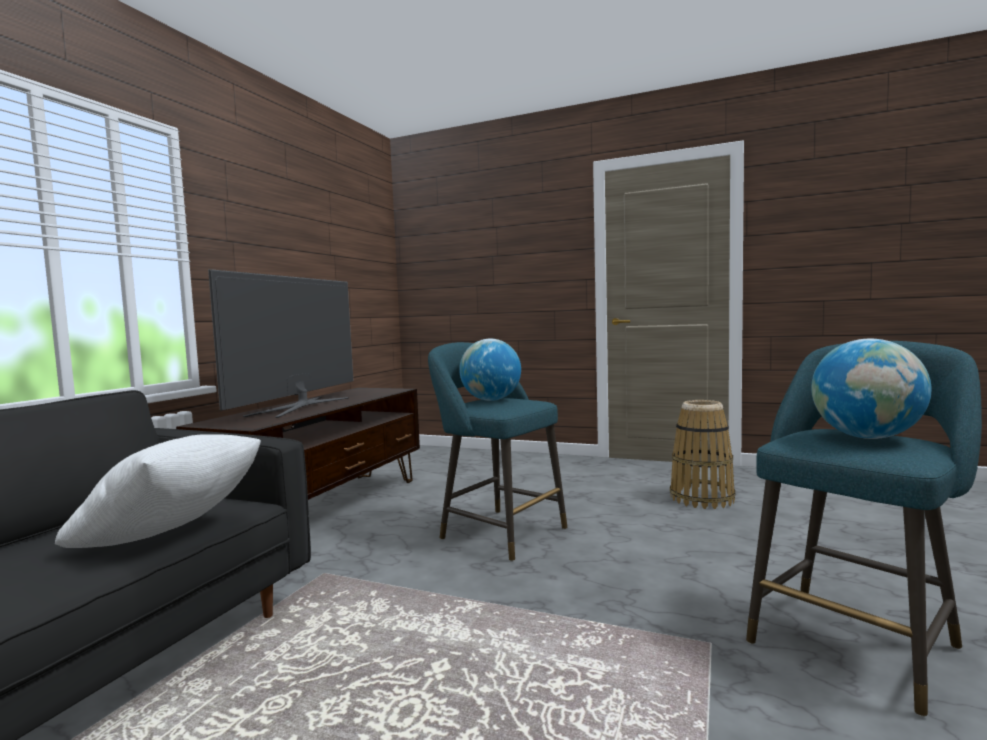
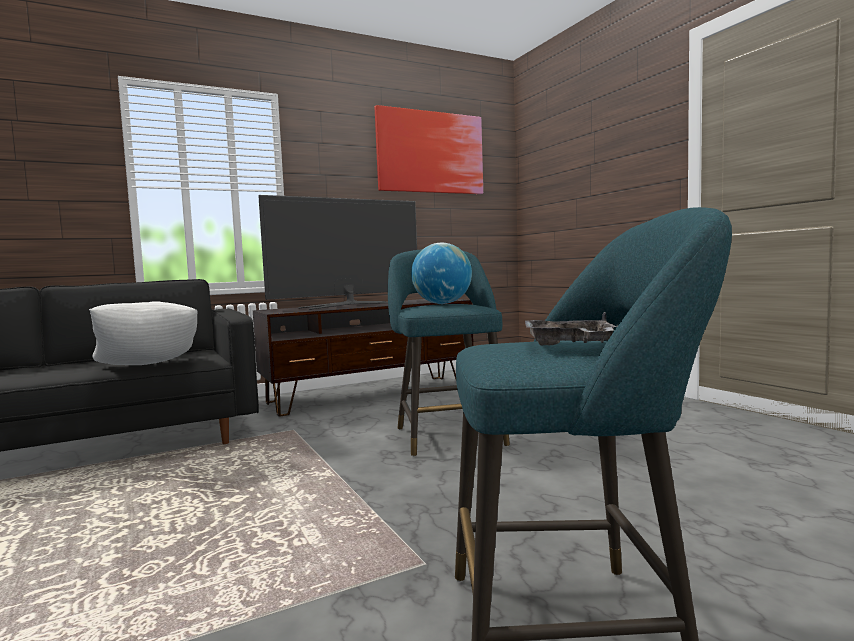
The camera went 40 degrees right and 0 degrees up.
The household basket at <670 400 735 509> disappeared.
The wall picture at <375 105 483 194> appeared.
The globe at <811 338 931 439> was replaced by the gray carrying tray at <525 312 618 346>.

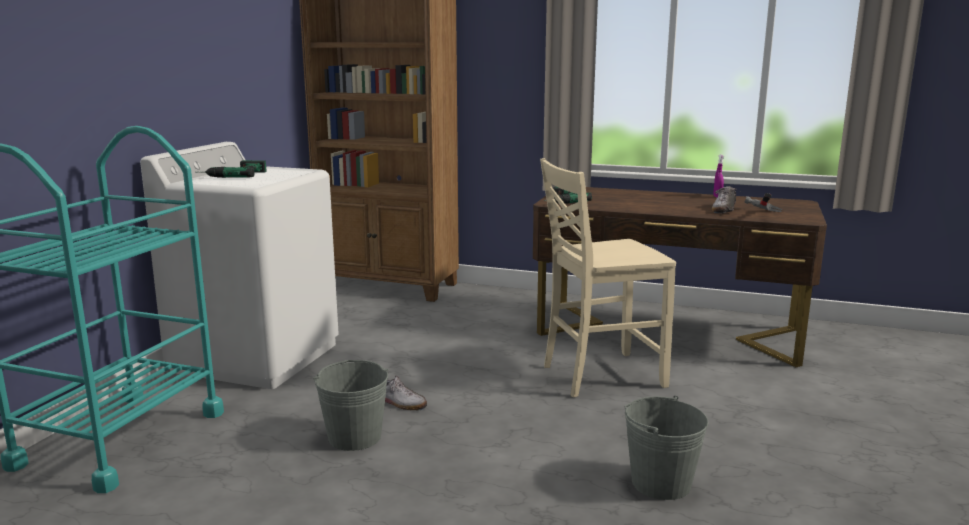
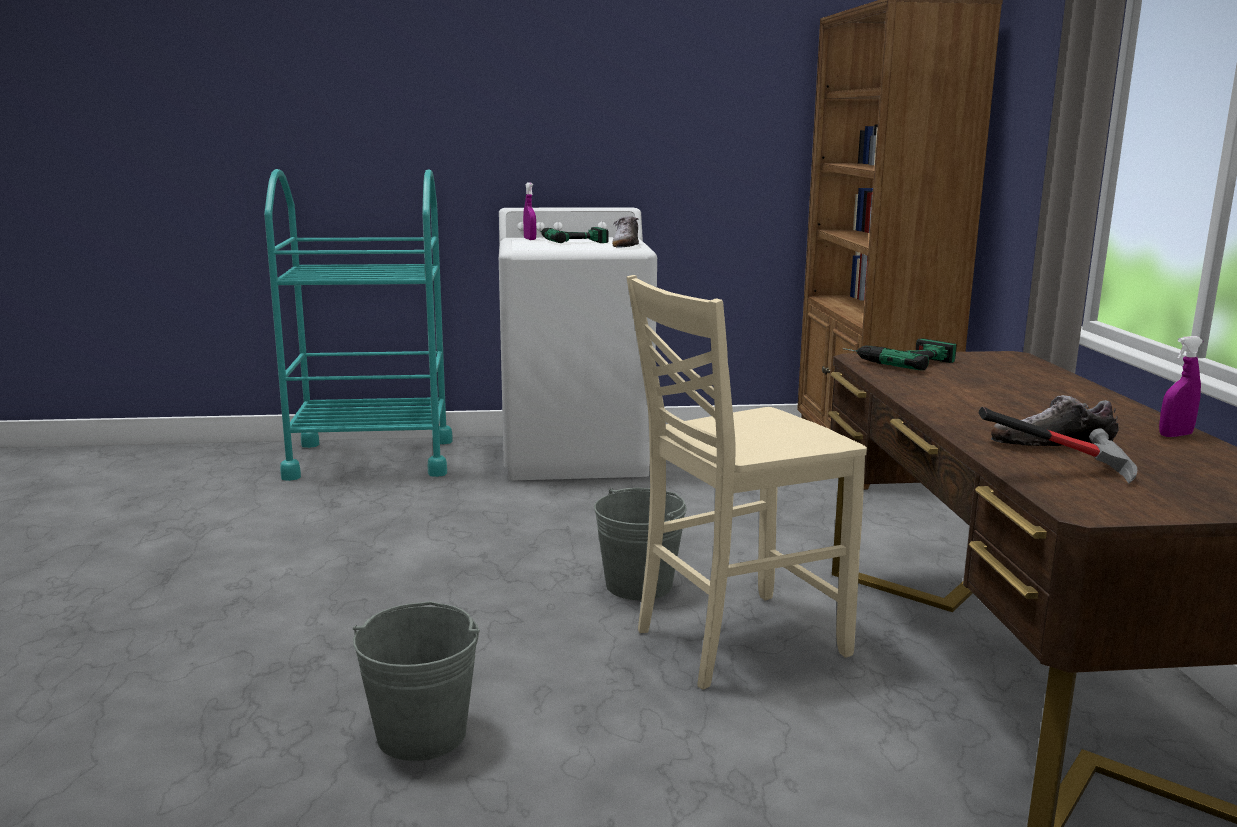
The camera went 65 degrees right and 0 degrees up.
The purple sprayer at <523 182 536 240> appeared.
The gray water bucket moved from <313 360 389 451> to <594 488 687 600>.
The shoe moved from <385 376 427 410> to <612 216 643 248>.
The sand-coloured chair at <540 158 676 398> turned 75 degrees counterclockwise.

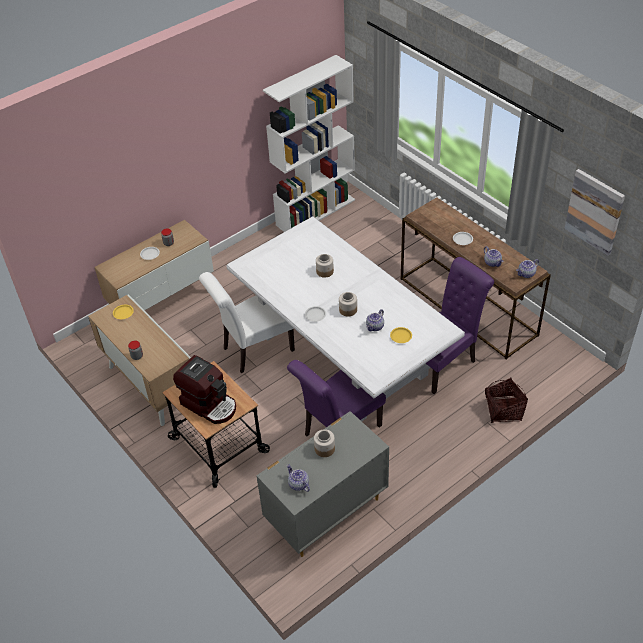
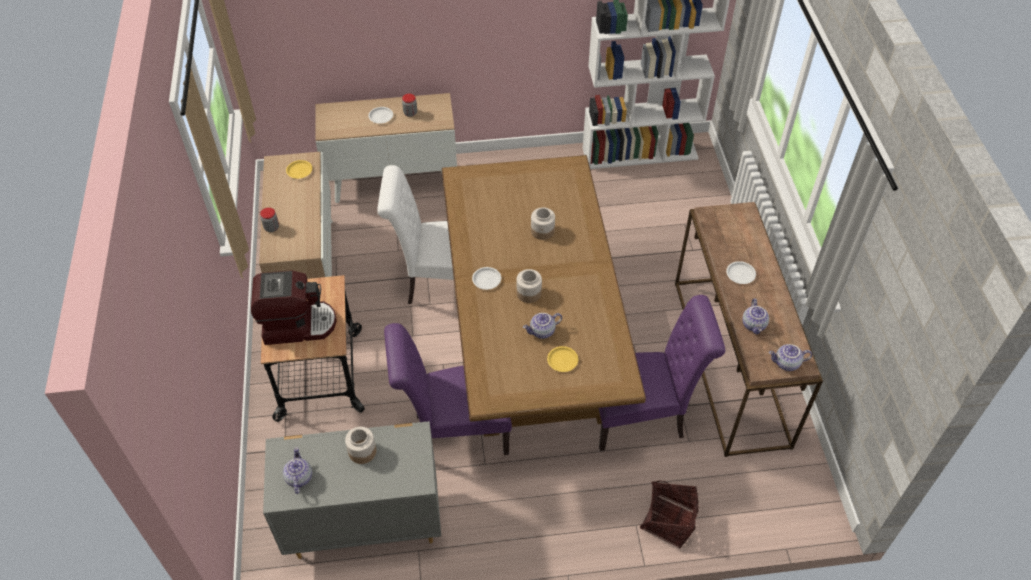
The camera went 30 degrees right and 5 degrees up.
The wall picture at <564 169 625 256> disappeared.
The whitish dining table at <226 216 465 421> became the brown dining table at <442 155 646 437>.
The coffee brewer at <173 355 236 424> turned 75 degrees counterclockwise.

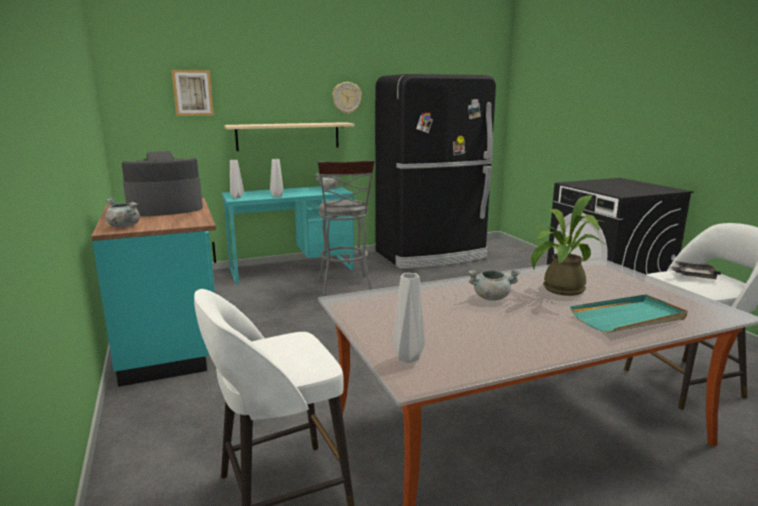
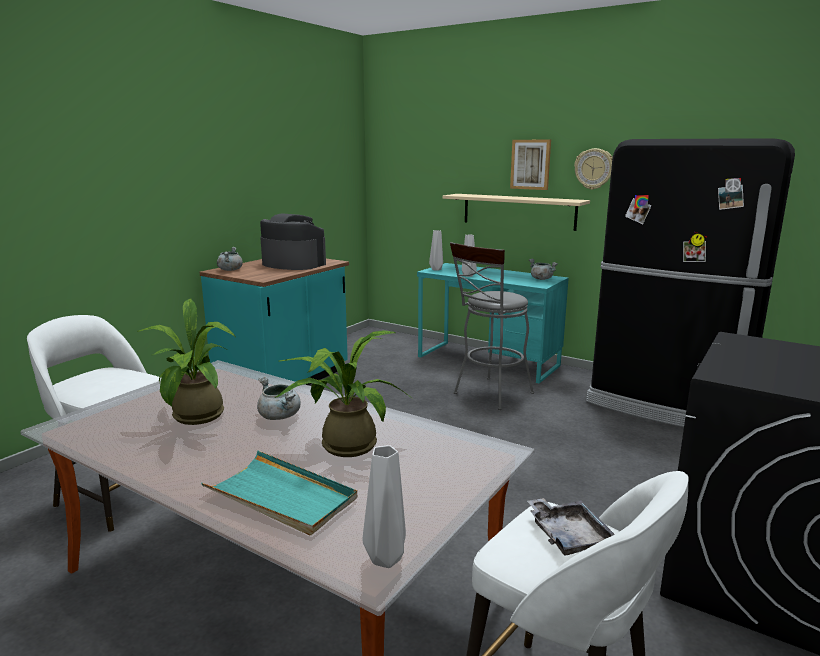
The camera went 55 degrees right and 0 degrees up.
The houseplant at <137 298 235 425> appeared.
The wall picture moved from <172 70 214 116> to <510 140 551 190>.
The gray decorative vase moved from <393 273 425 363> to <362 445 406 568>.

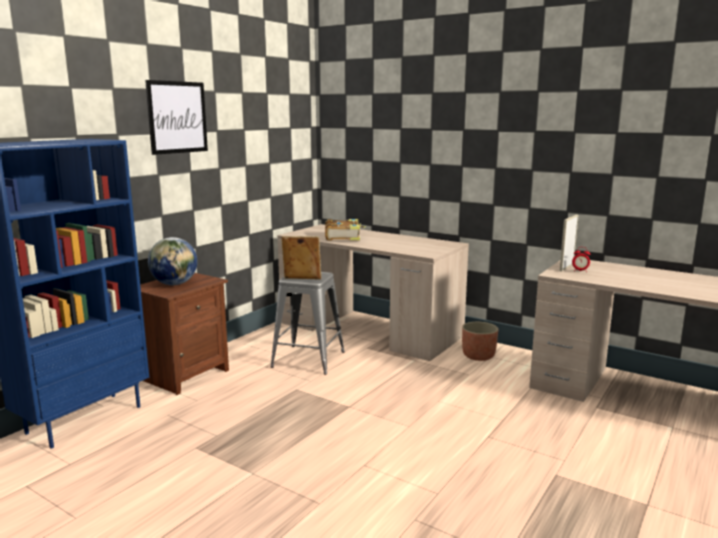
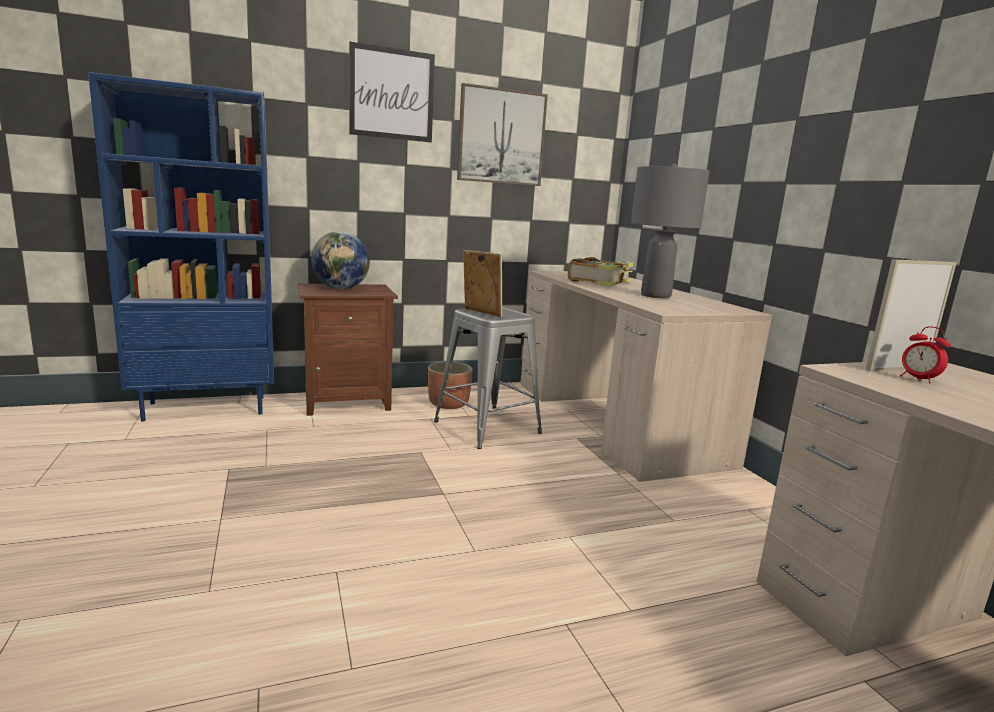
The camera went 35 degrees right and 0 degrees up.
The wall picture at <457 83 548 186> appeared.
The gray table lamp at <631 163 710 298> appeared.
The planter moved from <462 322 498 361> to <428 362 473 409>.

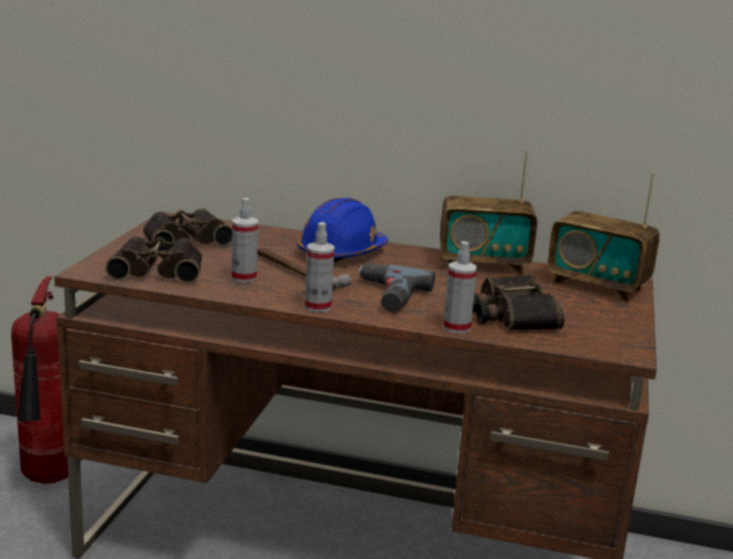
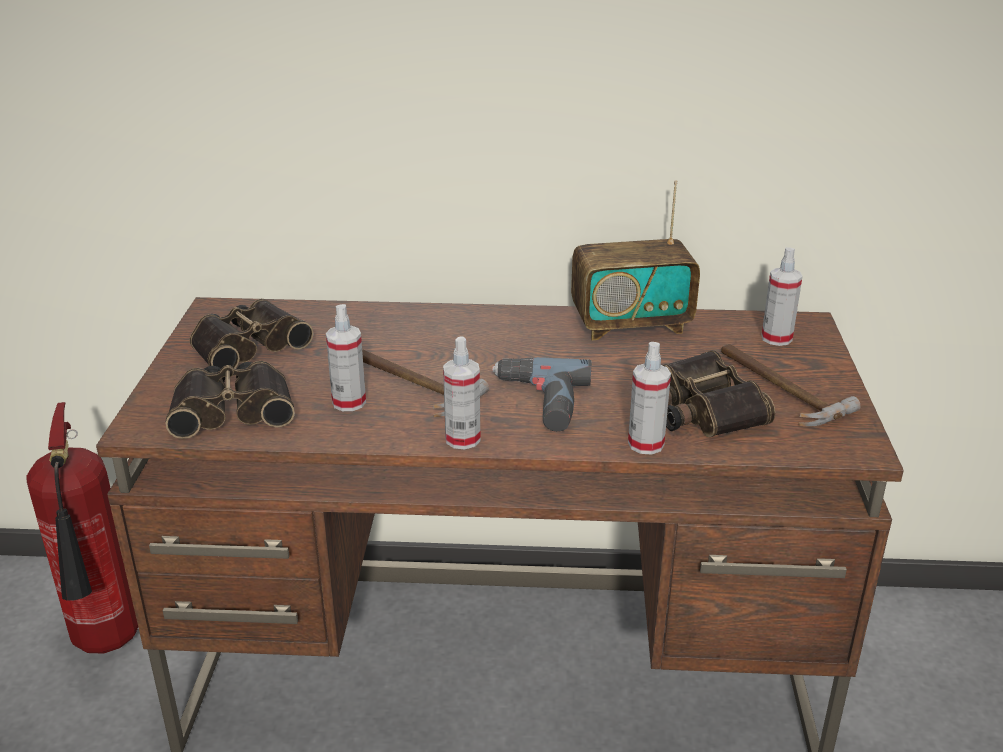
The camera went 10 degrees left and 10 degrees up.
The blue-coloured safety helmet at <297 198 388 262> disappeared.
The hand hammer at <721 344 860 426> appeared.
The radio set at <547 173 660 302> was replaced by the sprayer at <761 247 803 346>.

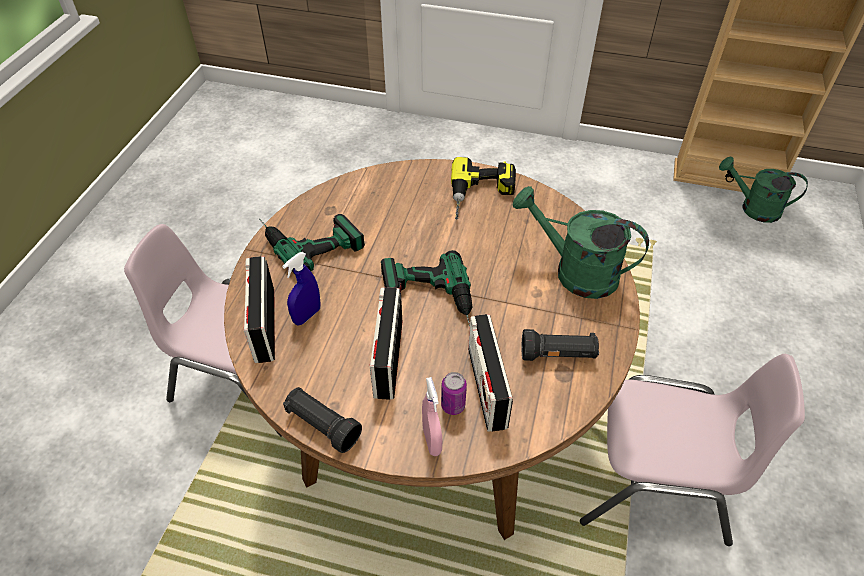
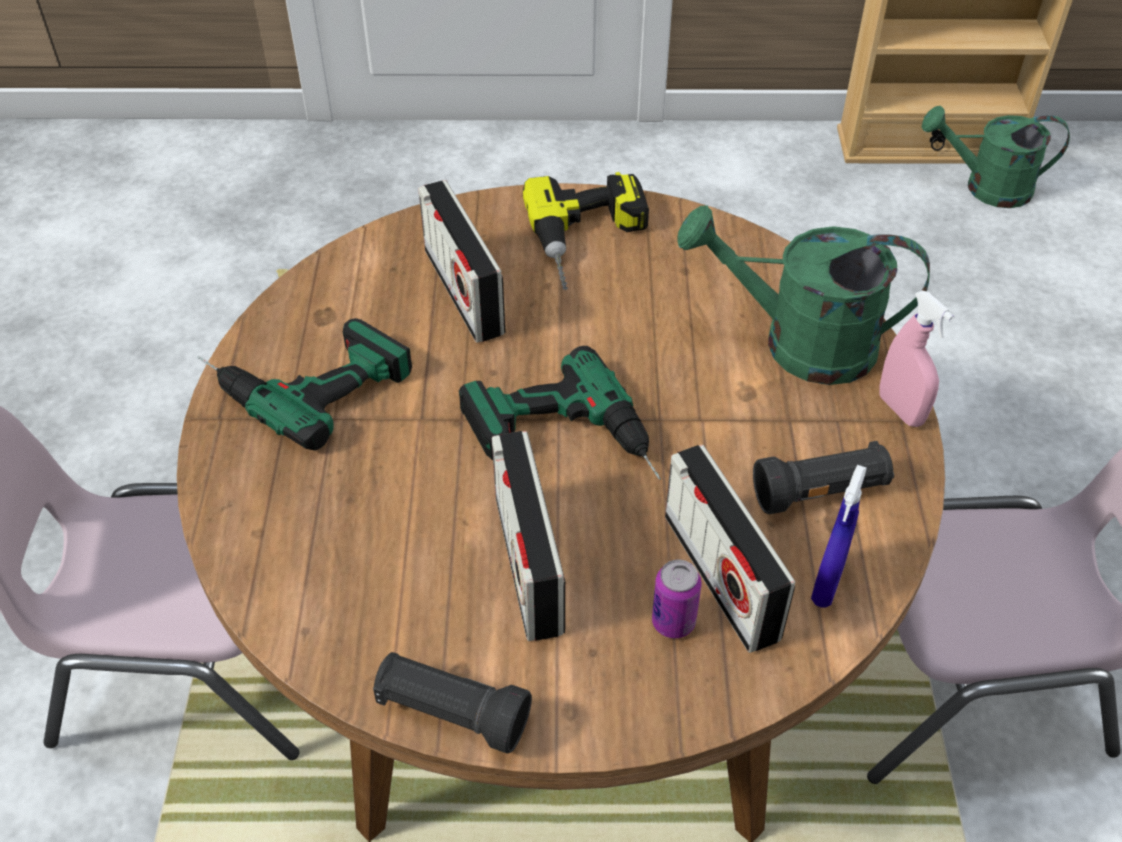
The camera went 15 degrees left and 0 degrees up.
The radio set moved from <244 256 275 363> to <418 180 505 343>.
The blue-coloured sprayer moved from <282 252 321 326> to <811 465 867 607>.
The pinkish sprayer moved from <422 377 442 456> to <879 291 954 427>.

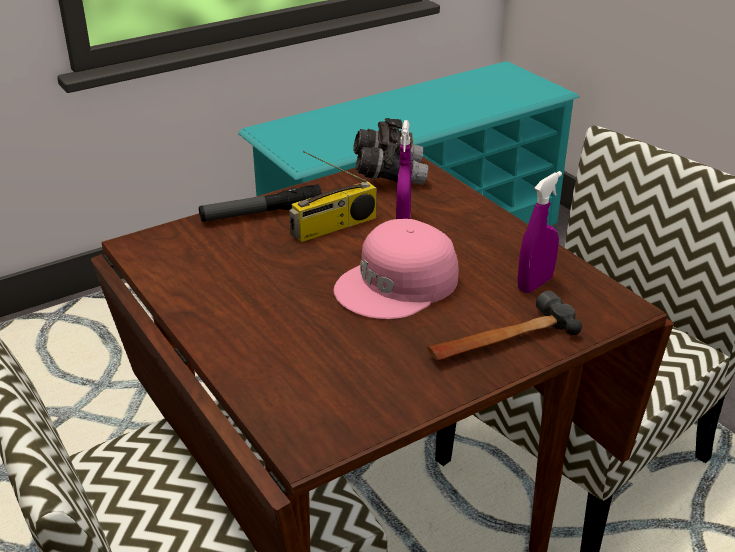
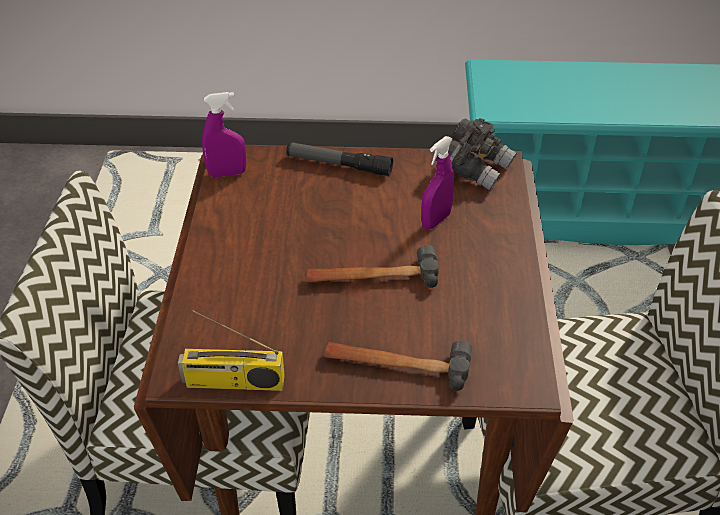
The camera went 35 degrees right and 10 degrees up.
The radio set moved from <289 151 377 242> to <178 310 285 391>.
The purple sprayer moved from <517 171 562 293> to <202 92 246 177>.
The pinkish peaked cap at <334 219 459 319> was replaced by the hand hammer at <307 245 439 288>.

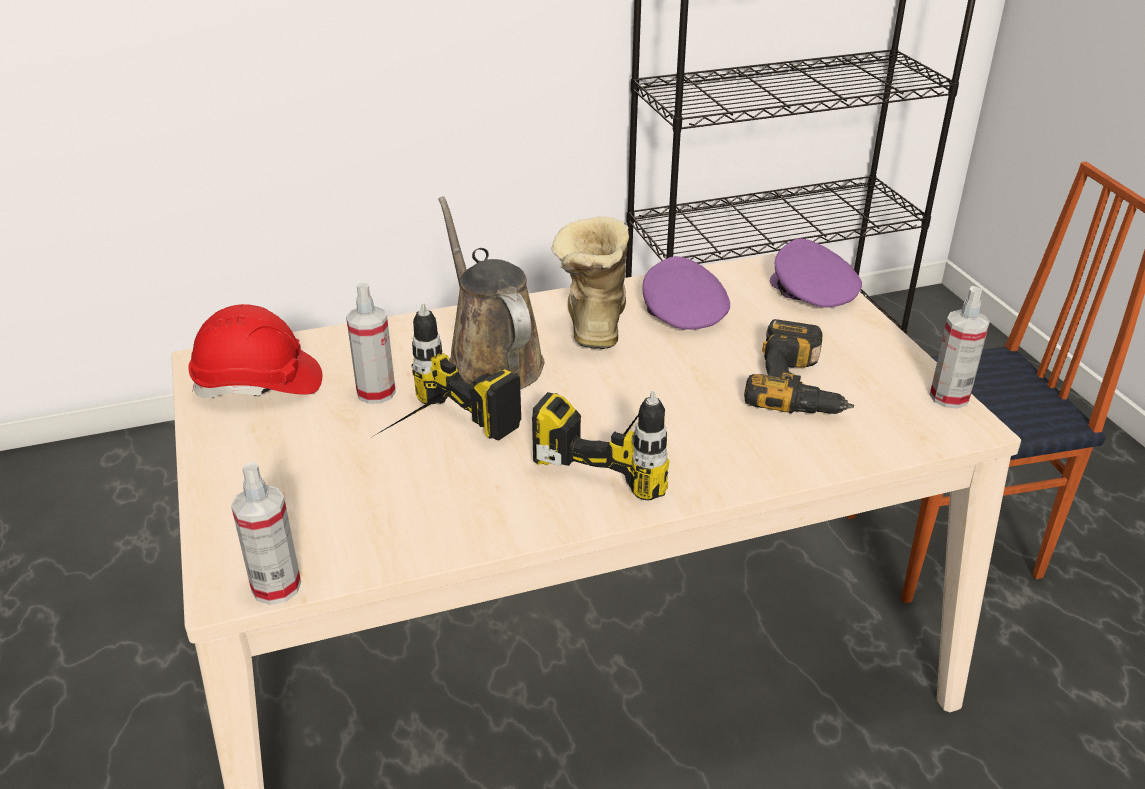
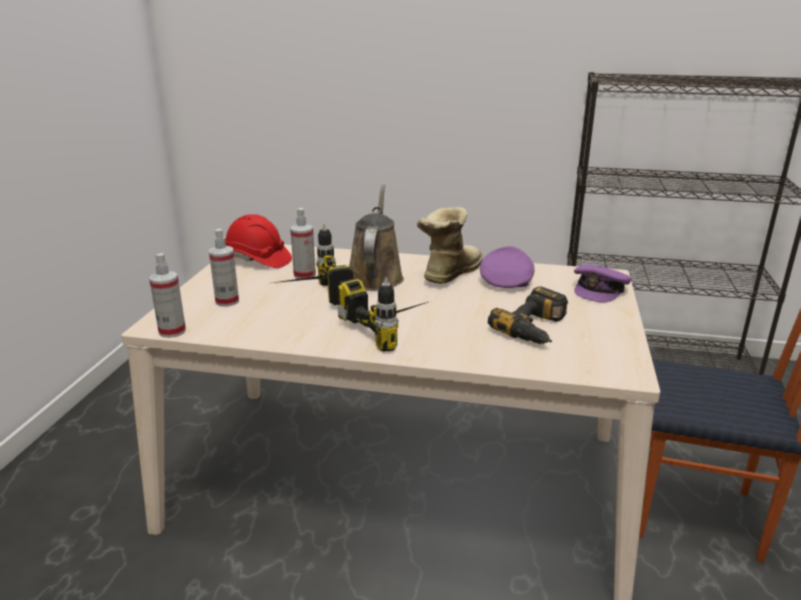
The camera went 30 degrees right and 10 degrees down.
The sprayer moved from <930 286 990 409> to <209 229 239 307>.
The purple peaked cap at <770 238 862 308> turned 150 degrees counterclockwise.

